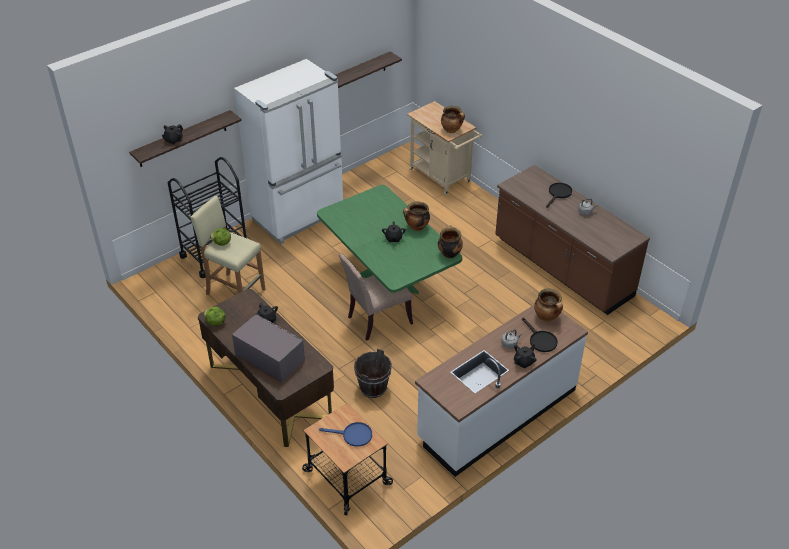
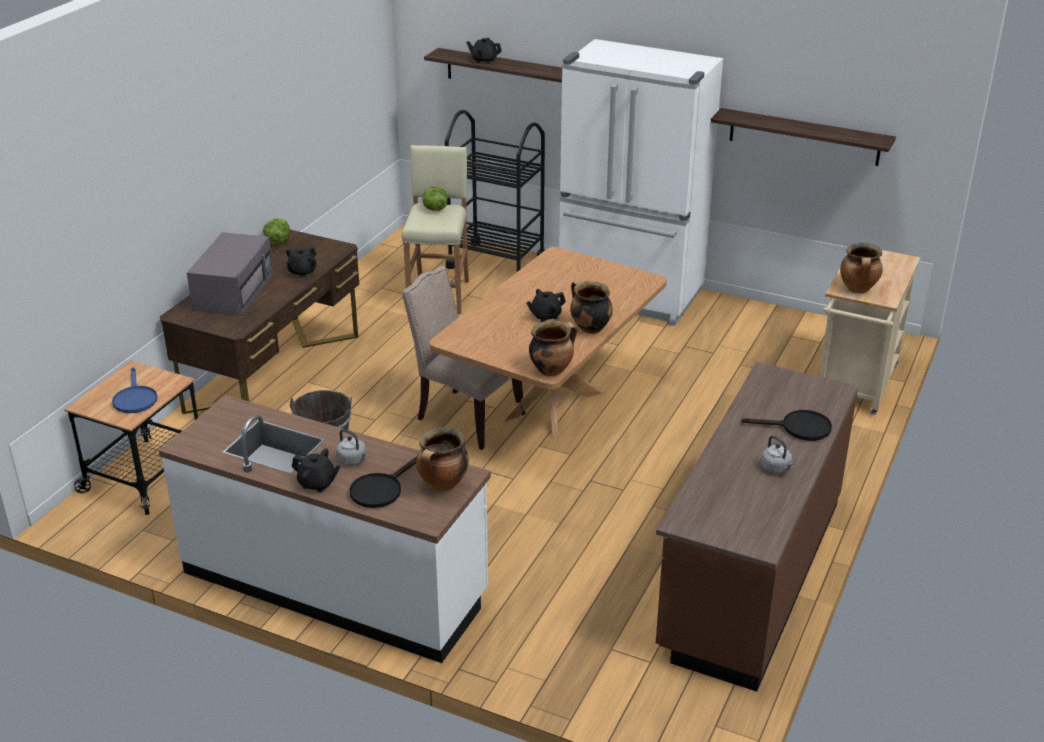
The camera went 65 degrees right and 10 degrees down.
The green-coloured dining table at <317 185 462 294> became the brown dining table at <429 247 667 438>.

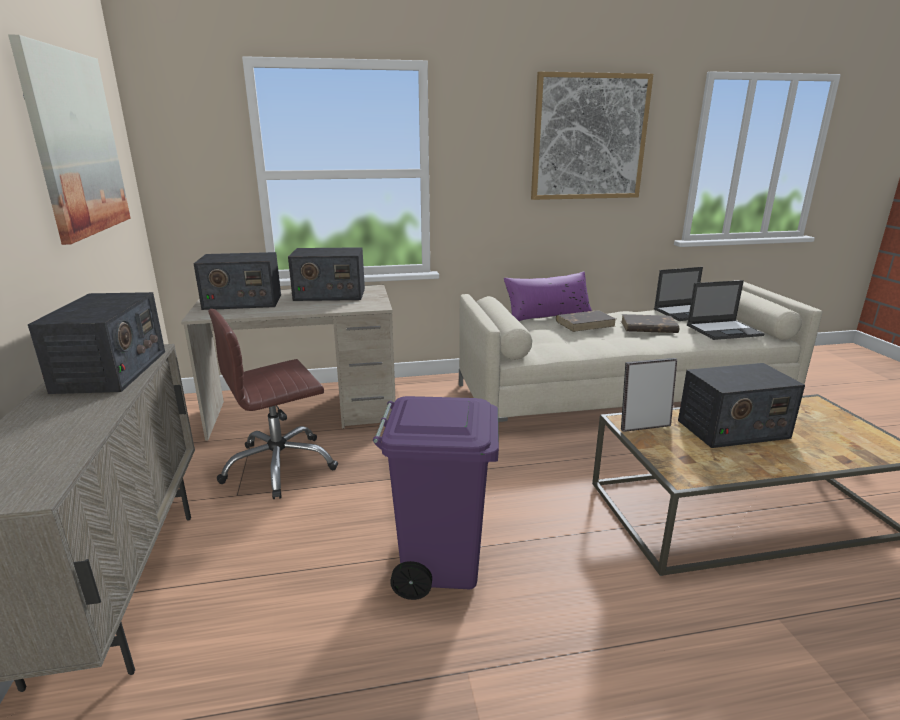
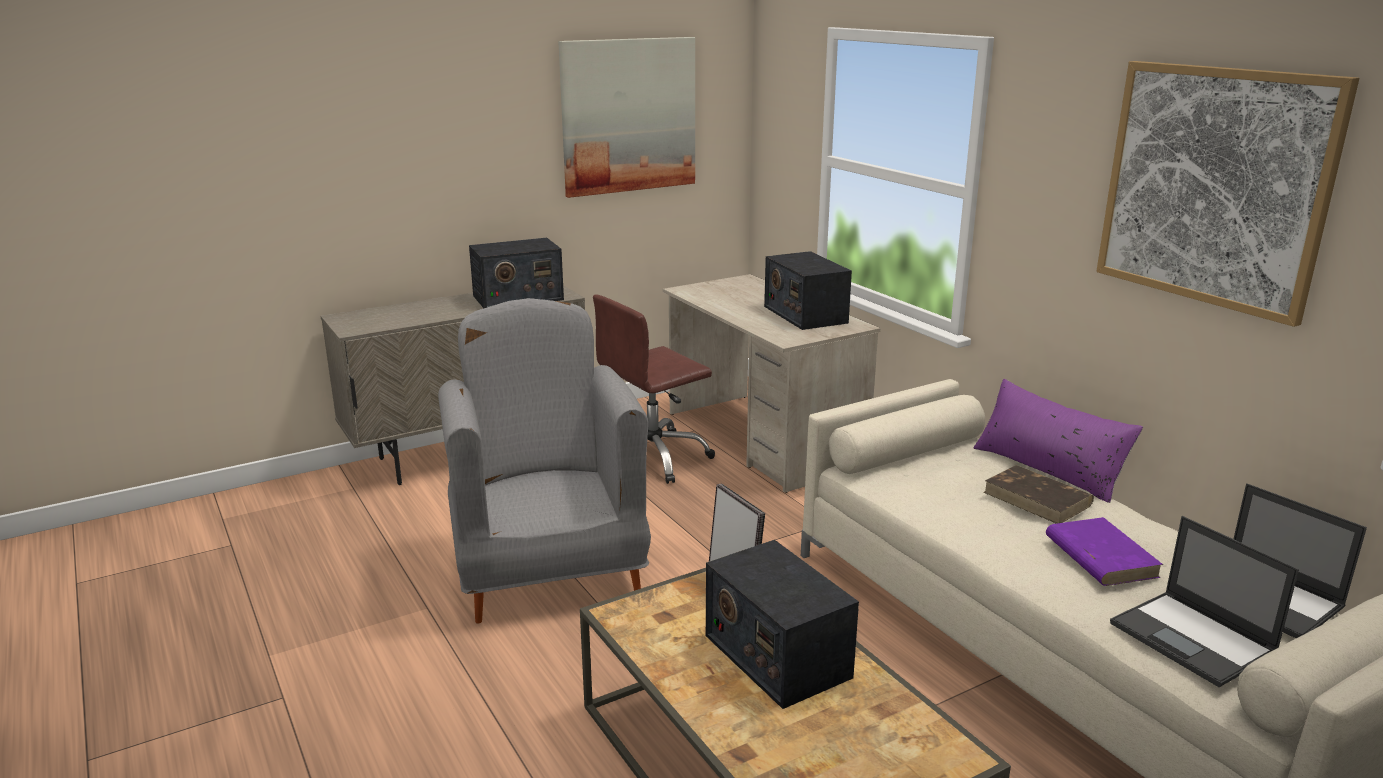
The camera went 70 degrees right and 0 degrees up.
The radio set at <193 252 281 310> disappeared.
The purple rubbish bin at <373 396 499 600> was replaced by the gray lounge chair at <438 298 651 624>.
The brown book at <621 314 679 333> became the purple book at <1046 517 1163 586>.
The brown desk chair at <208 309 338 499> turned 75 degrees counterclockwise.

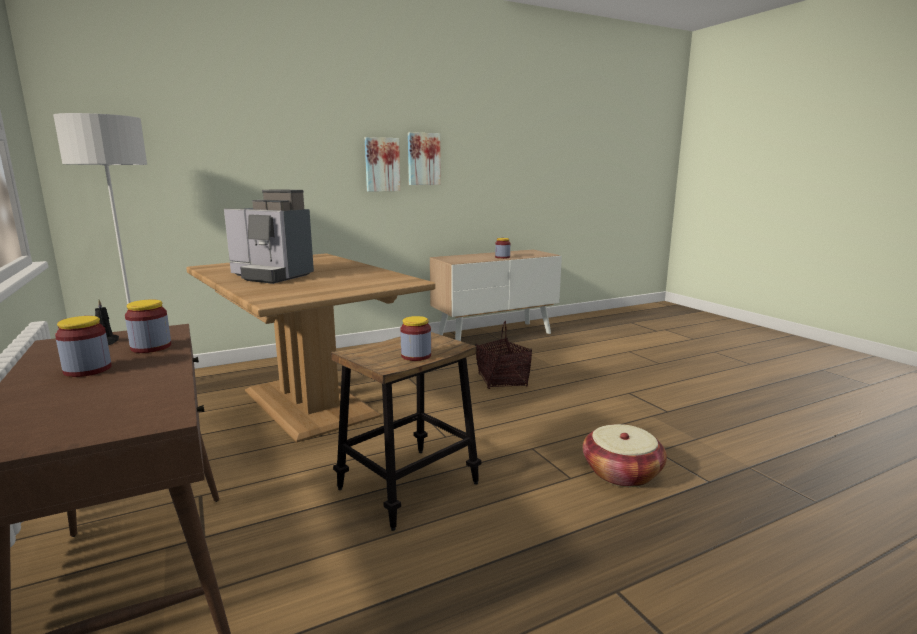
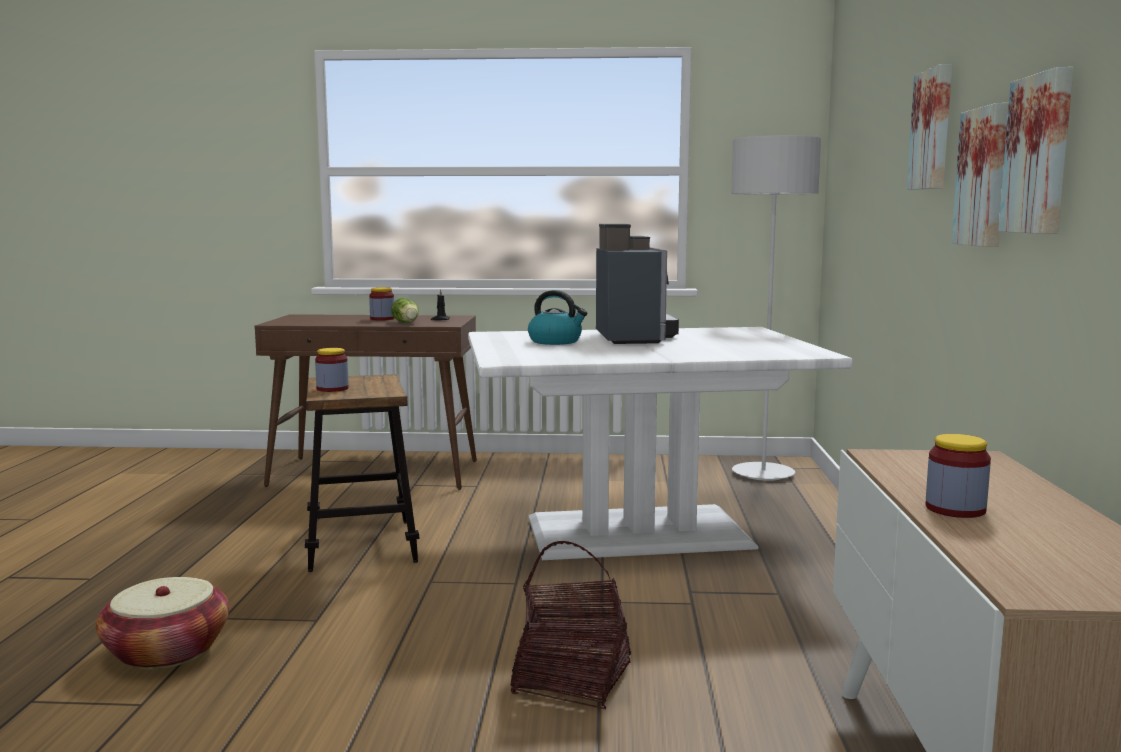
The camera went 120 degrees right and 5 degrees down.
The water kettle at <528 290 587 345> appeared.
The wall picture at <907 64 952 190> appeared.
The preserve jar at <125 299 171 353> was replaced by the lettuce at <391 298 419 323>.
The brown dining table at <186 253 435 442> became the whitish dining table at <468 327 853 560>.
The coffee brewer at <224 189 314 284> turned 120 degrees clockwise.

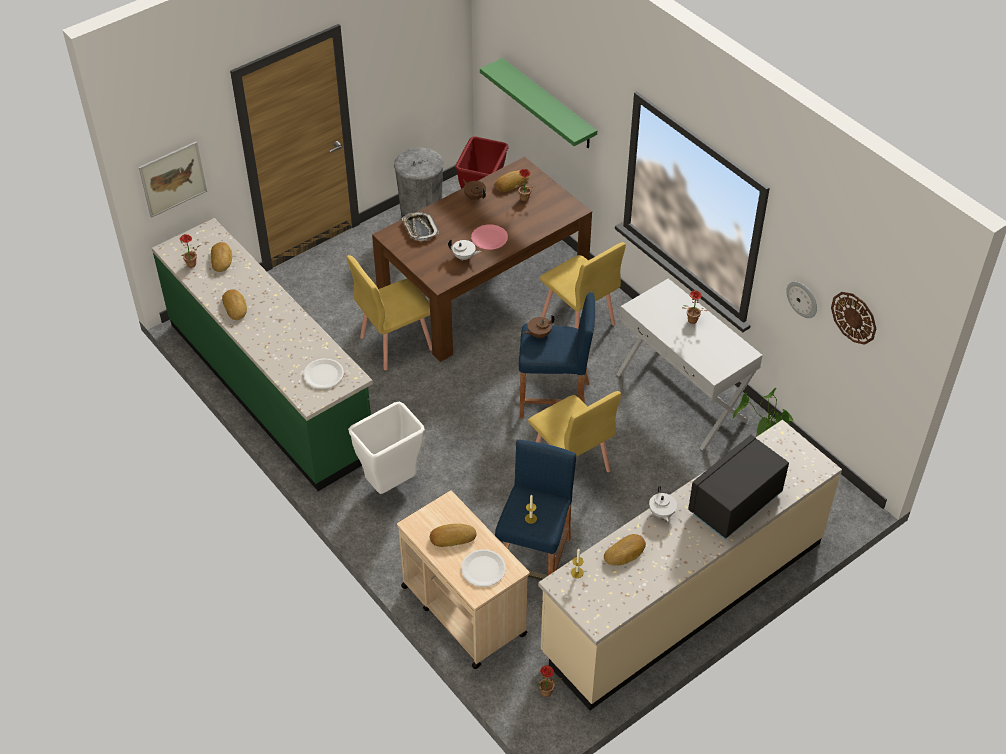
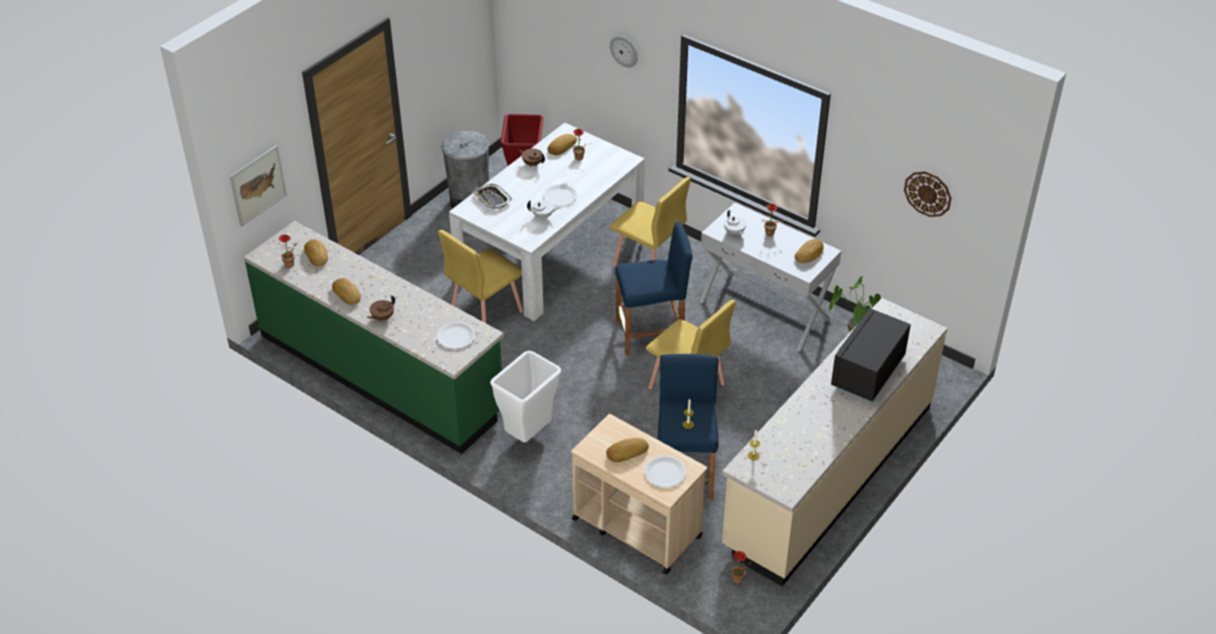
The camera went 15 degrees left and 5 degrees down.
The green-coloured shelf at <480 58 597 148> disappeared.
The brown tea pot moved from <523 314 555 338> to <367 295 395 321>.
The bakery bread moved from <604 534 646 566> to <795 239 824 263>.
The whitish tea pot moved from <649 486 677 522> to <724 210 746 236>.
The hanging clock moved from <786 282 817 318> to <610 36 638 68>.
The brown dining table at <372 157 592 362> became the whitish dining table at <449 123 645 321>.
The pinkish plate at <471 224 508 250> became the whitish plate at <543 184 578 206>.

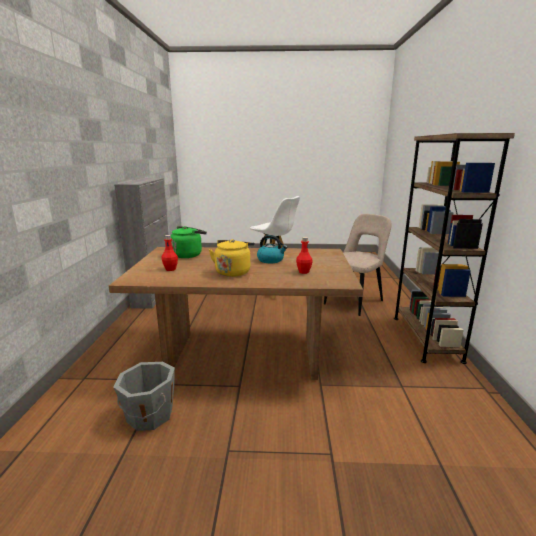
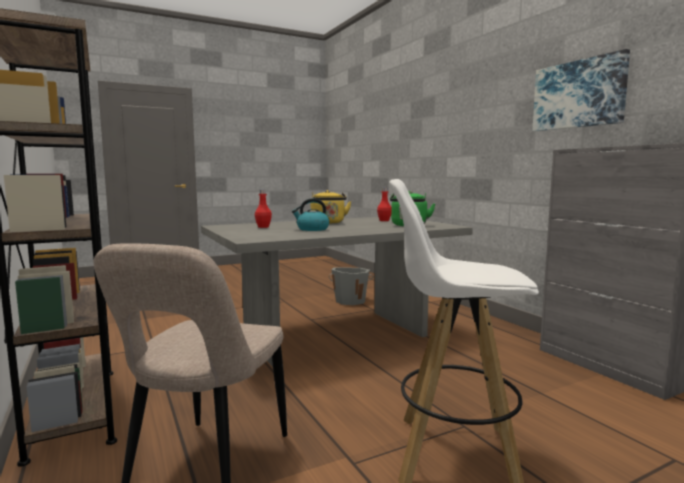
The camera went 150 degrees right and 10 degrees down.
The wall picture at <533 49 630 131> appeared.
The brown dining table at <109 247 364 380> became the gray dining table at <201 216 473 367>.

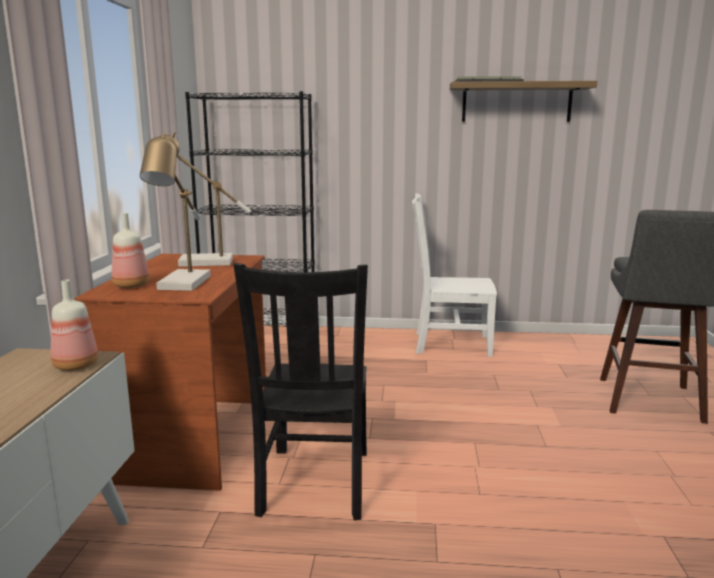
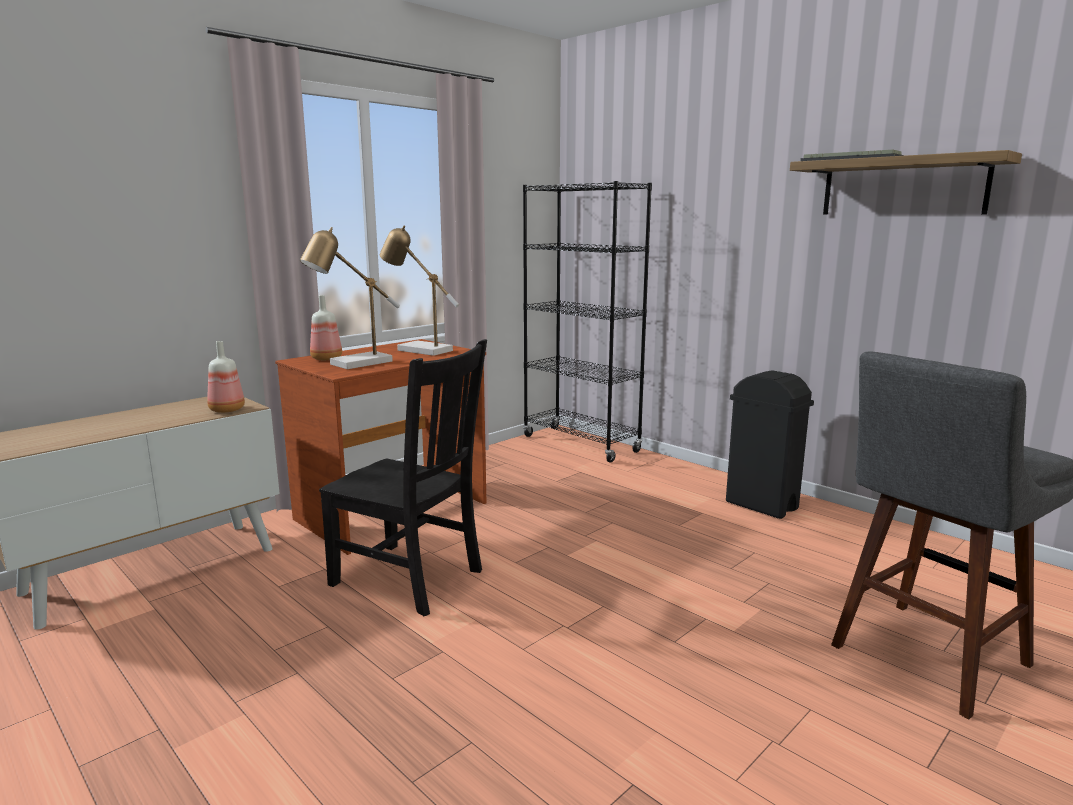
The camera went 40 degrees right and 0 degrees up.
The whitish chair at <412 193 497 357> was replaced by the blackish rubbish bin at <726 371 814 519>.
The blackish chair at <233 263 368 520> turned 105 degrees counterclockwise.

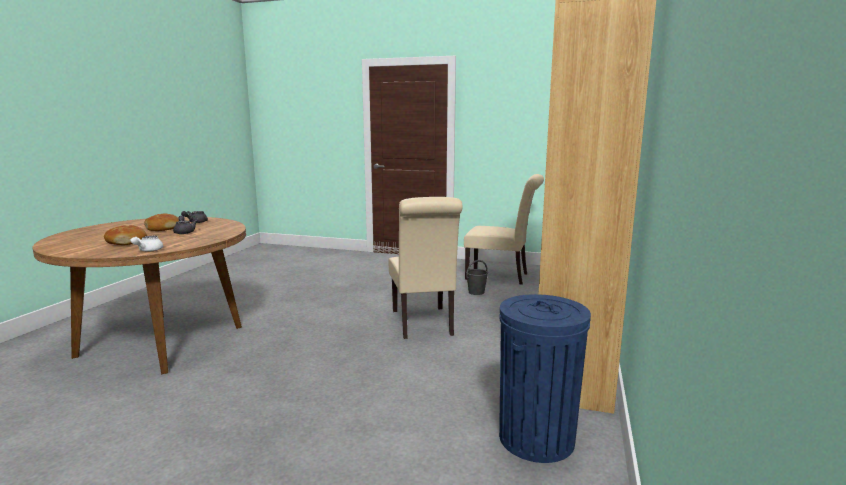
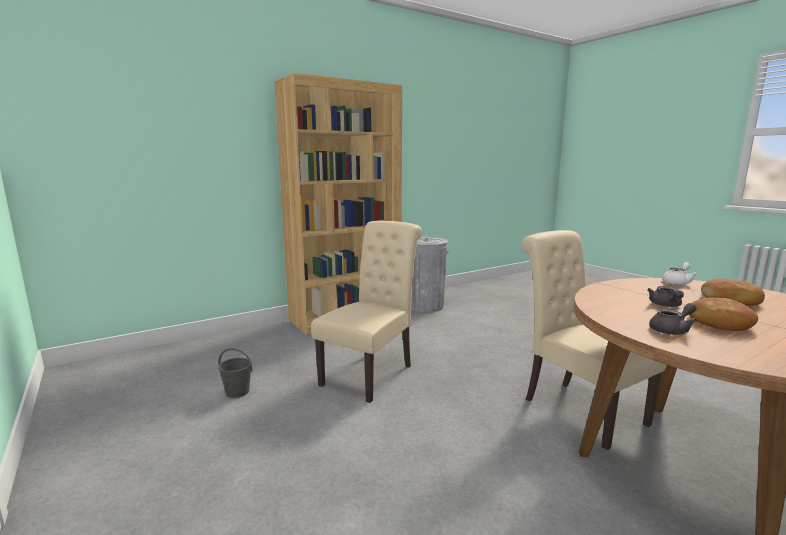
The camera went 140 degrees left and 0 degrees up.
The sand-coloured chair moved from <464 174 544 285> to <522 230 667 450>.
The blue-coloured rubbish bin at <499 294 591 463> became the gray rubbish bin at <411 237 449 312>.

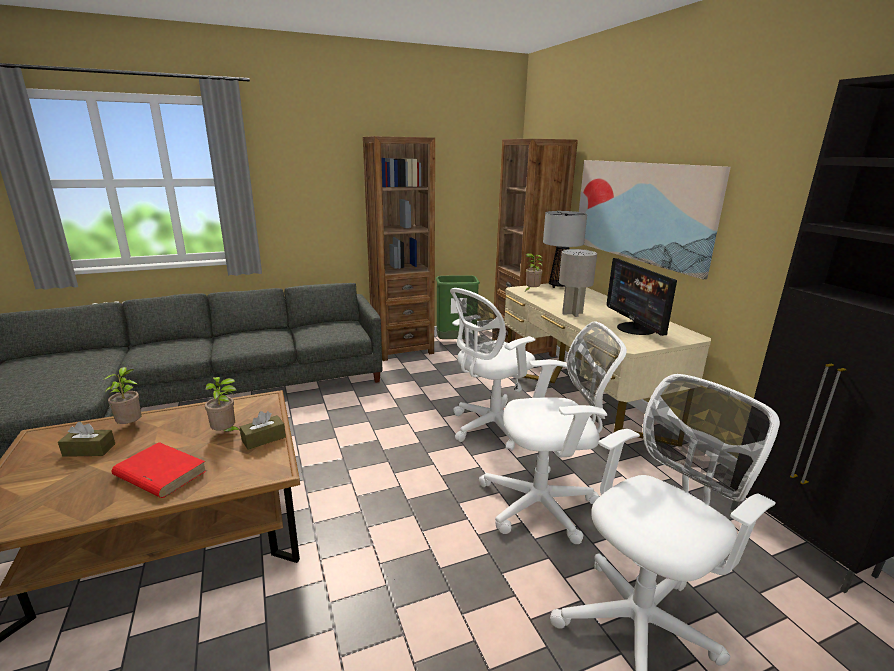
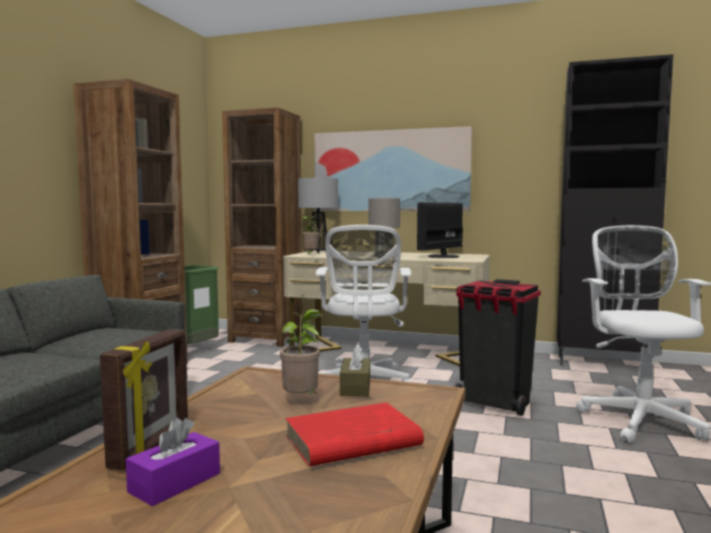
The camera went 50 degrees left and 15 degrees down.
The houseplant at <103 367 142 424> was replaced by the picture frame at <100 329 188 470>.
The whitish desk chair at <479 321 627 544> was replaced by the blackish rubbish bin at <454 279 541 416>.
The brown tissue holder at <58 422 115 457> became the purple tissue holder at <126 417 220 506>.
The monitor at <606 258 677 336> turned 105 degrees clockwise.

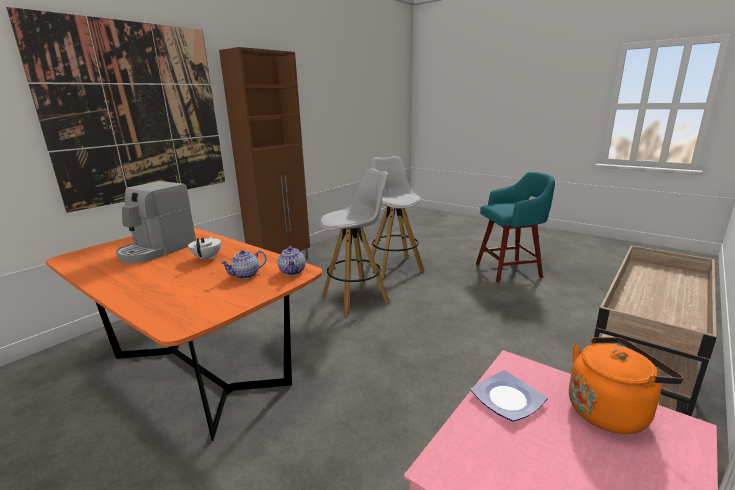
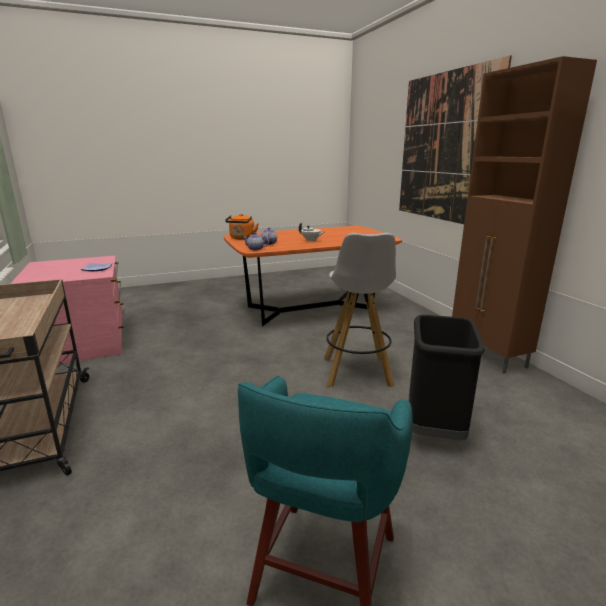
The camera went 120 degrees right and 0 degrees up.
The coffee brewer at <116 181 196 263> disappeared.
The orange water kettle moved from <569 337 683 434> to <225 214 259 240>.
The whitish sitting stool at <368 156 425 278> was replaced by the blackish rubbish bin at <409 315 485 440>.

